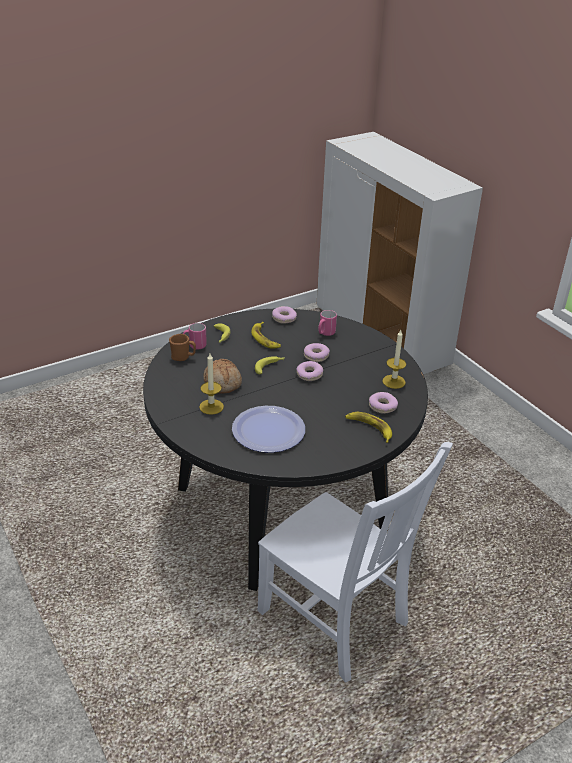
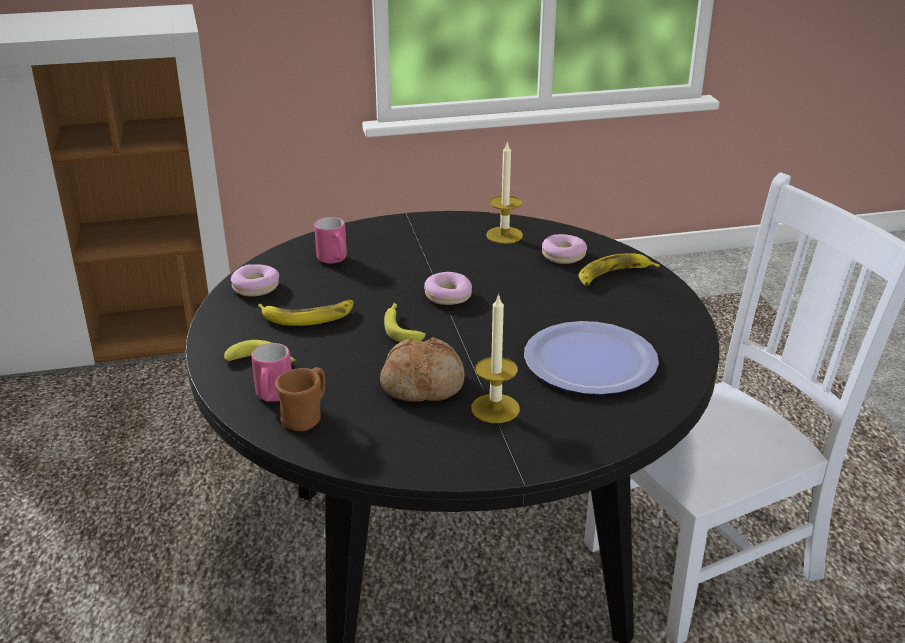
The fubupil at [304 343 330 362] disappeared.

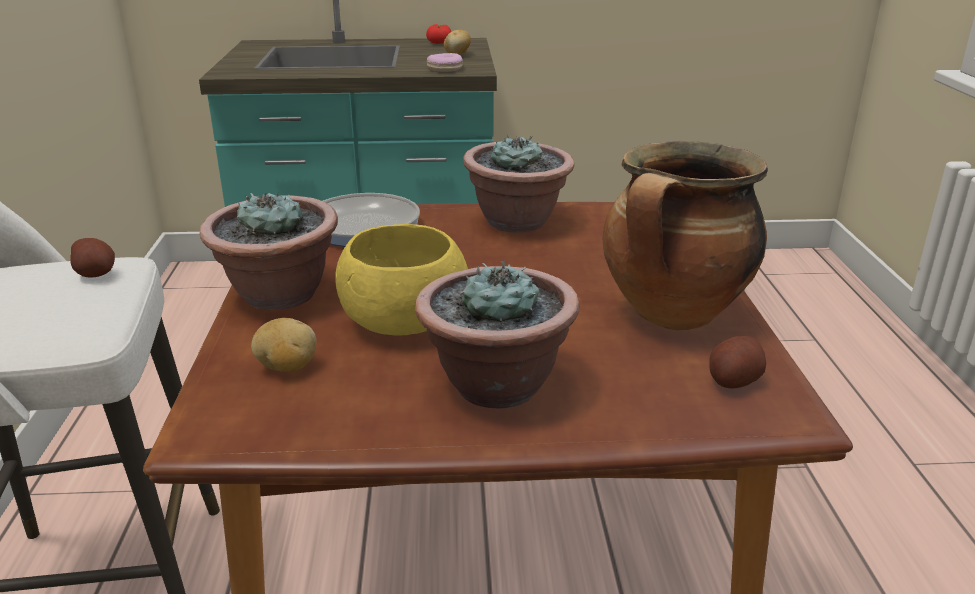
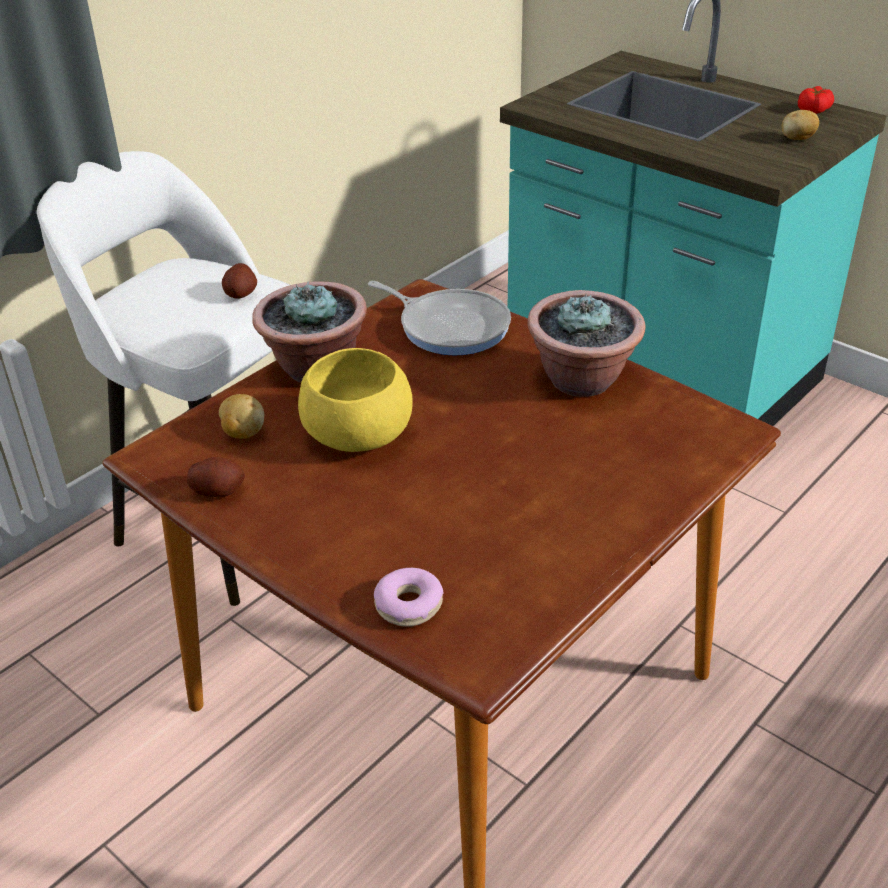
The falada at [415 260 579 408] disappeared. The fubupil moved from [427 53 463 72] to [374 568 443 627]. The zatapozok at [603 141 768 331] disappeared. The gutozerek moved from [709 336 766 389] to [187 457 245 497].

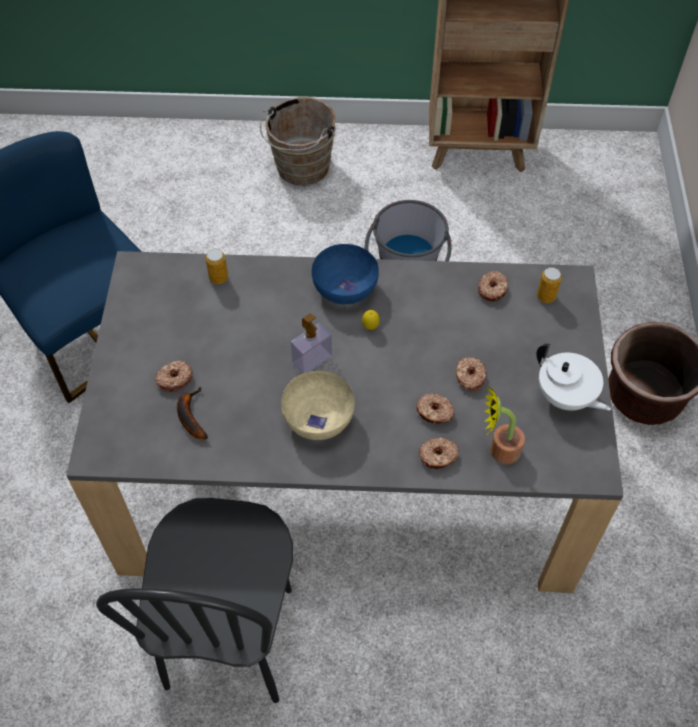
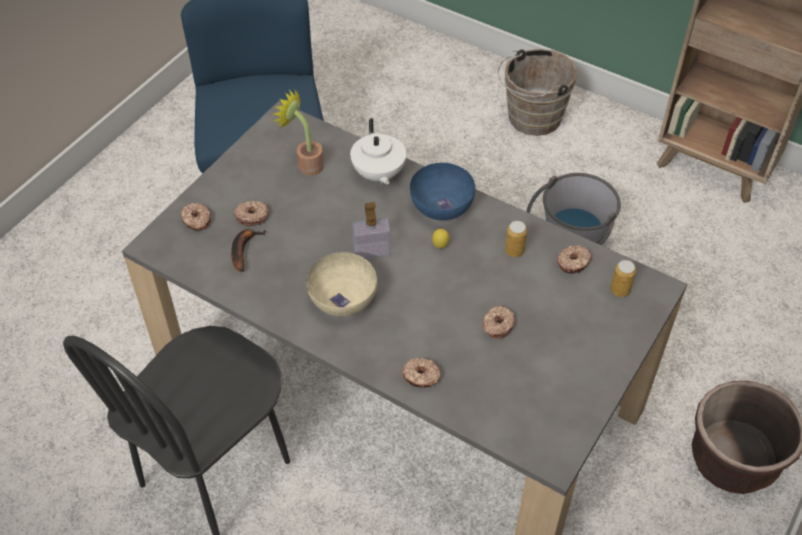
The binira moved from [206 249 228 284] to [505 221 527 257]. The fubupil moved from [416 393 454 424] to [180 203 211 230]. The falada moved from [484 385 525 464] to [274 88 324 176]. The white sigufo moved from [536 344 611 411] to [350 118 406 185].

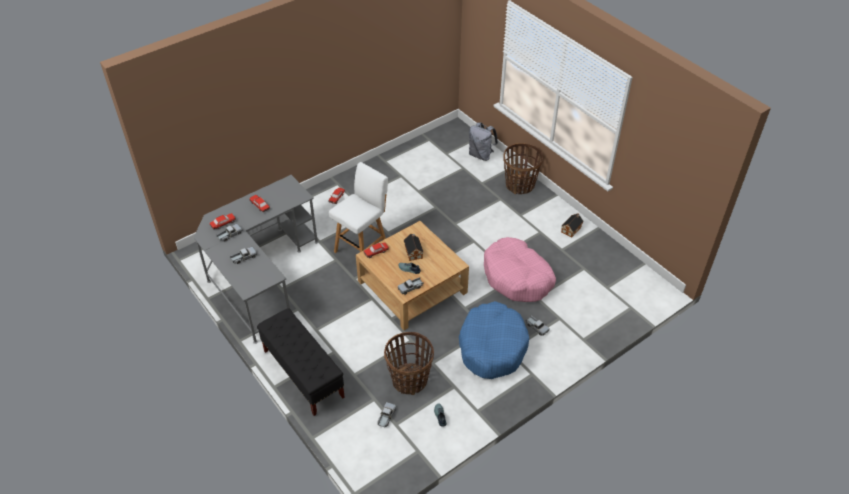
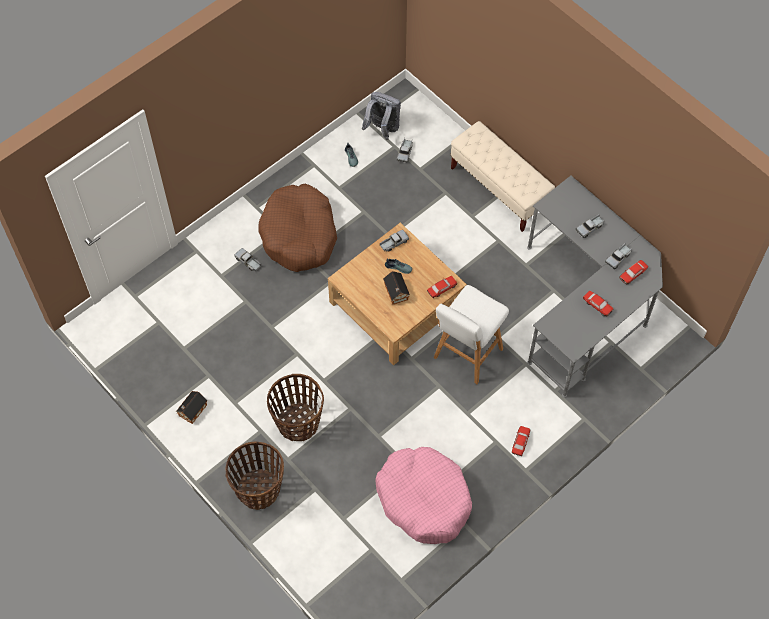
The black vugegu at [257 308 345 416] became the beige vugegu at [451 121 555 232]. The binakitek moved from [384 332 434 395] to [267 374 324 441]. The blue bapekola at [459 301 529 379] became the brown bapekola at [258 184 337 272]. The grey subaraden moved from [469 122 498 161] to [362 92 401 140]. The pink bapekola moved from [484 237 556 302] to [376 447 472 544].

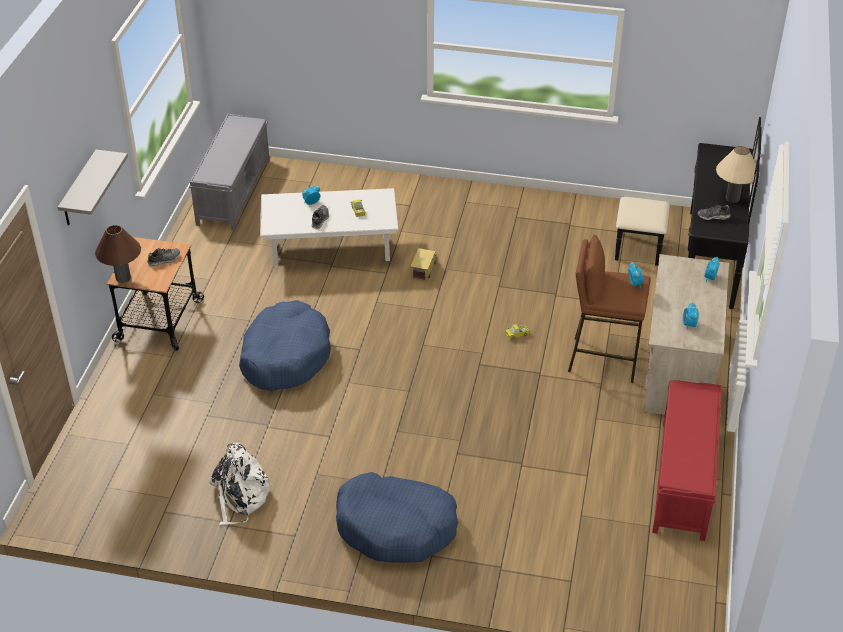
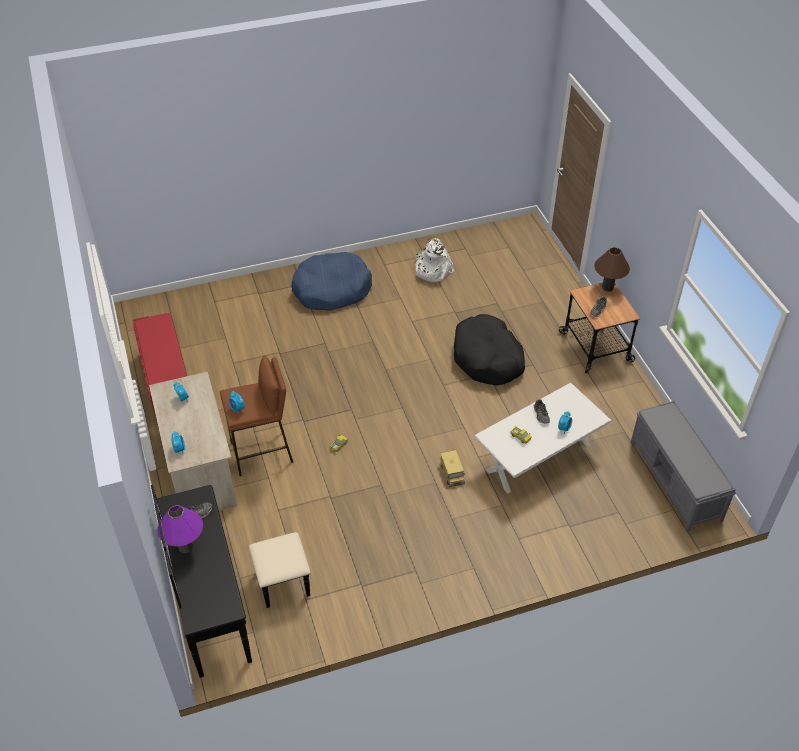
The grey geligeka at [58 150 128 225] disappeared. The blue bapekola at [239 300 331 391] became the black bapekola at [454 314 525 385]. The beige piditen at [716 146 760 203] became the purple piditen at [157 505 203 553].

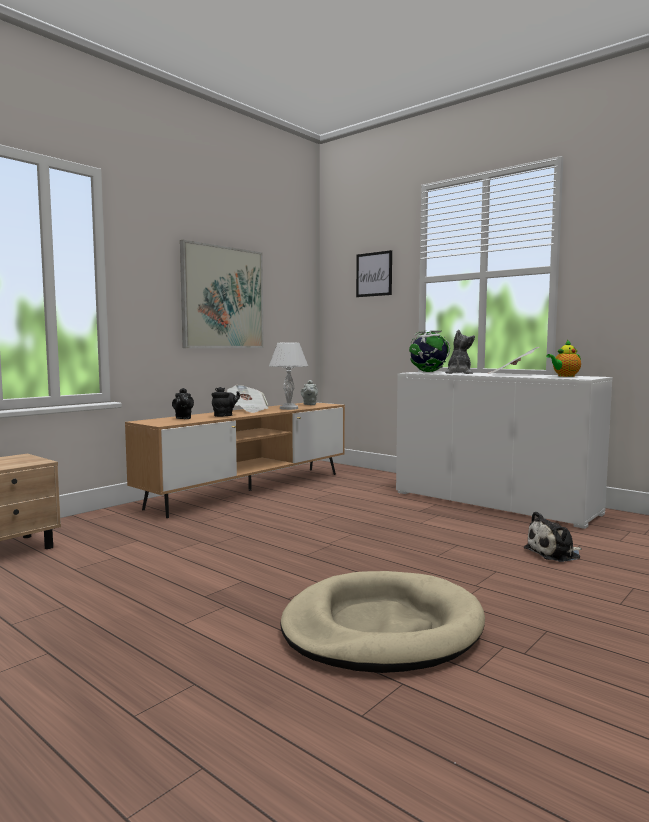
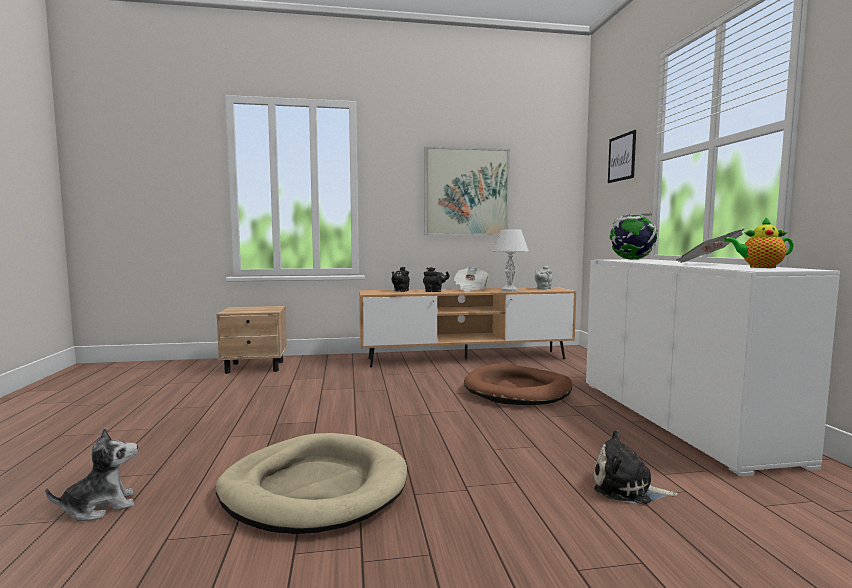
The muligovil moved from [445 330 475 374] to [45 427 138 521]. The brown bapekola at [464 363 572 405] appeared.

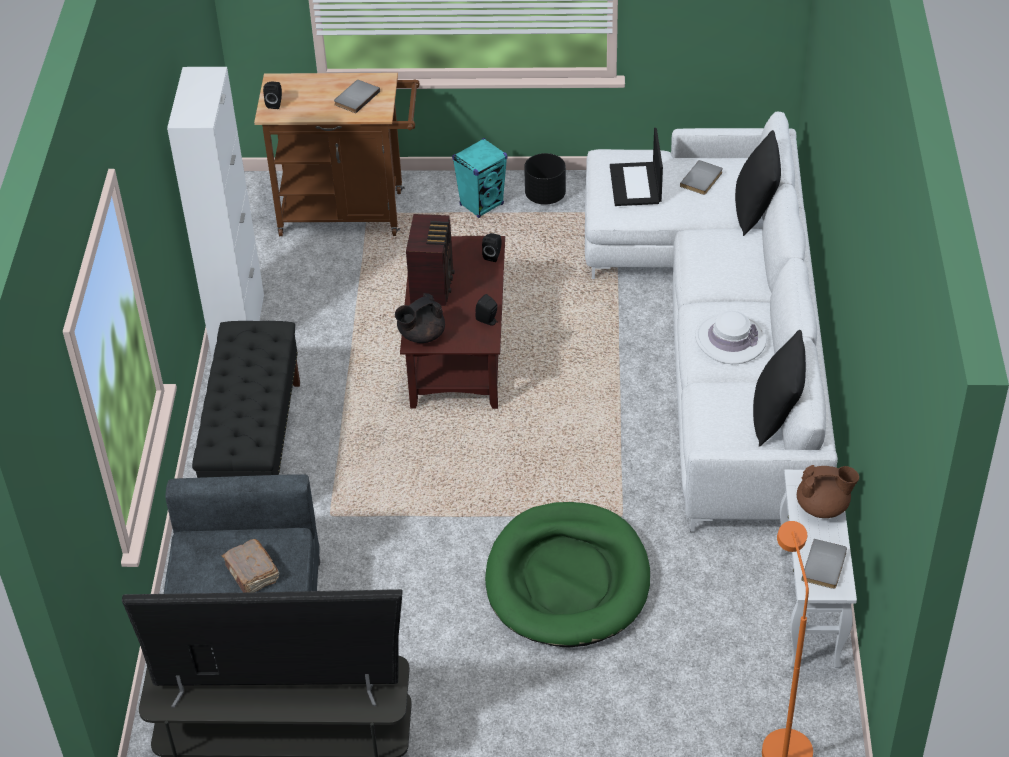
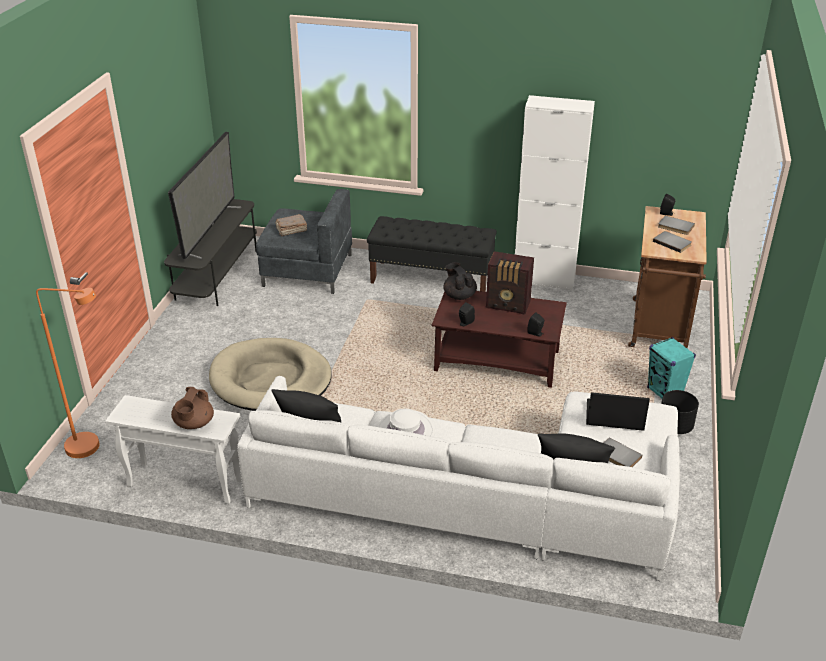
The green bapekola at [485 502 650 647] became the beige bapekola at [209 338 332 411]. The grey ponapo moved from [801 539 847 589] to [658 216 695 235].

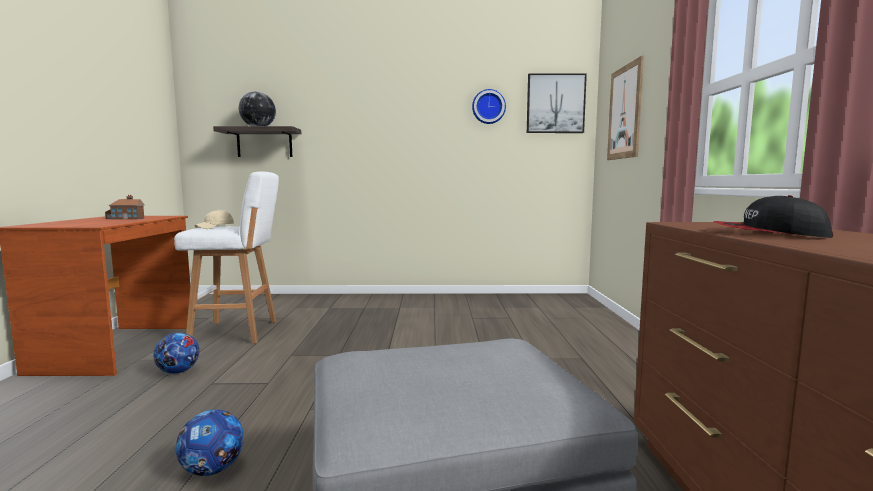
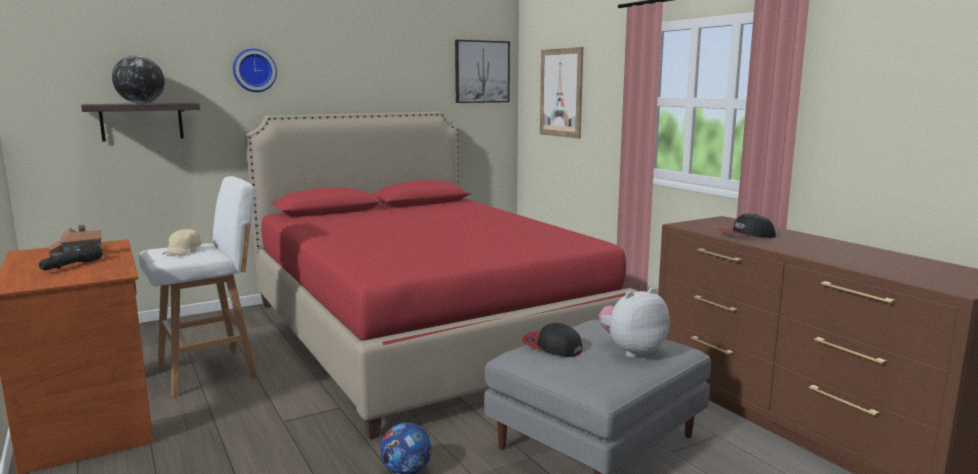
The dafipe at [153 333 199 374] disappeared. The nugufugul moved from [472 89 506 124] to [233 49 277 92]. The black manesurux at [39 243 103 270] appeared. The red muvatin at [245 112 638 440] appeared. The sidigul at [522 323 582 357] appeared. The muligovil at [599 288 670 358] appeared.

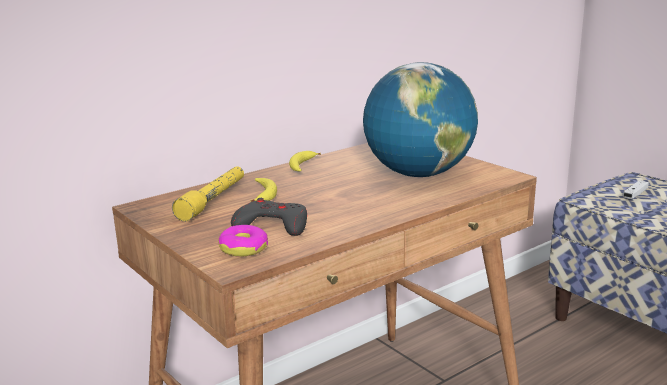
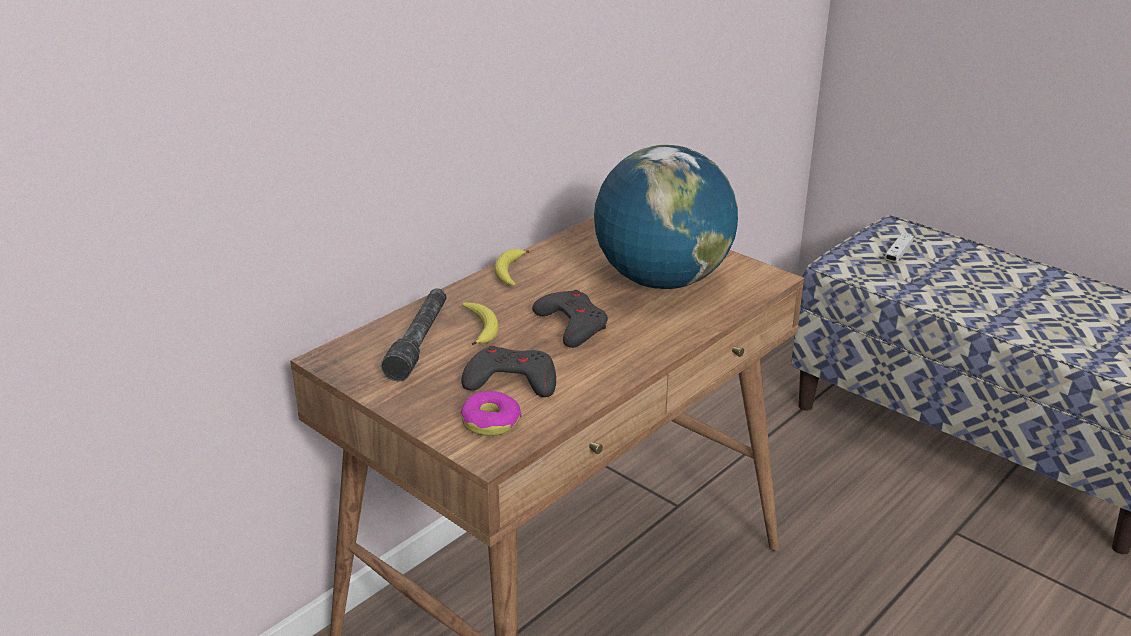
The yellow manesurux at [172 166 244 222] became the grey manesurux at [381 288 447 381]. The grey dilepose at [532 290 608 348] appeared.

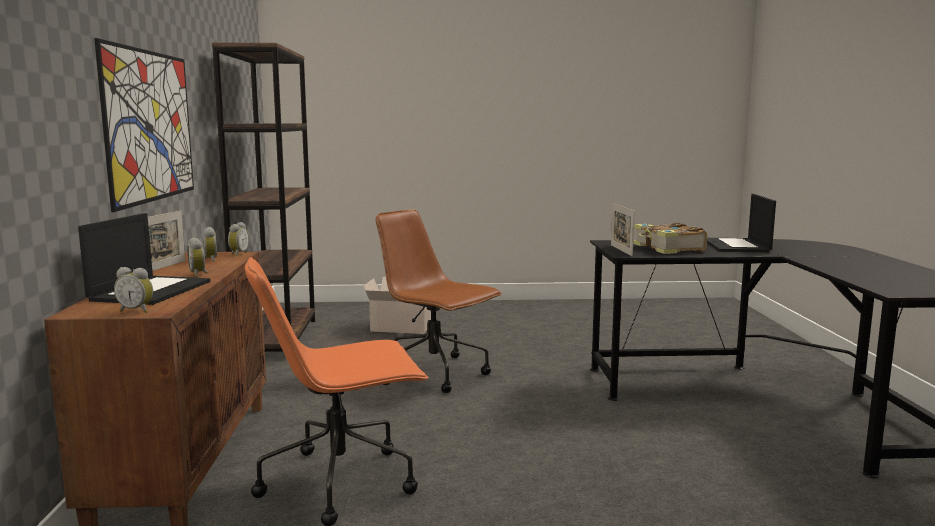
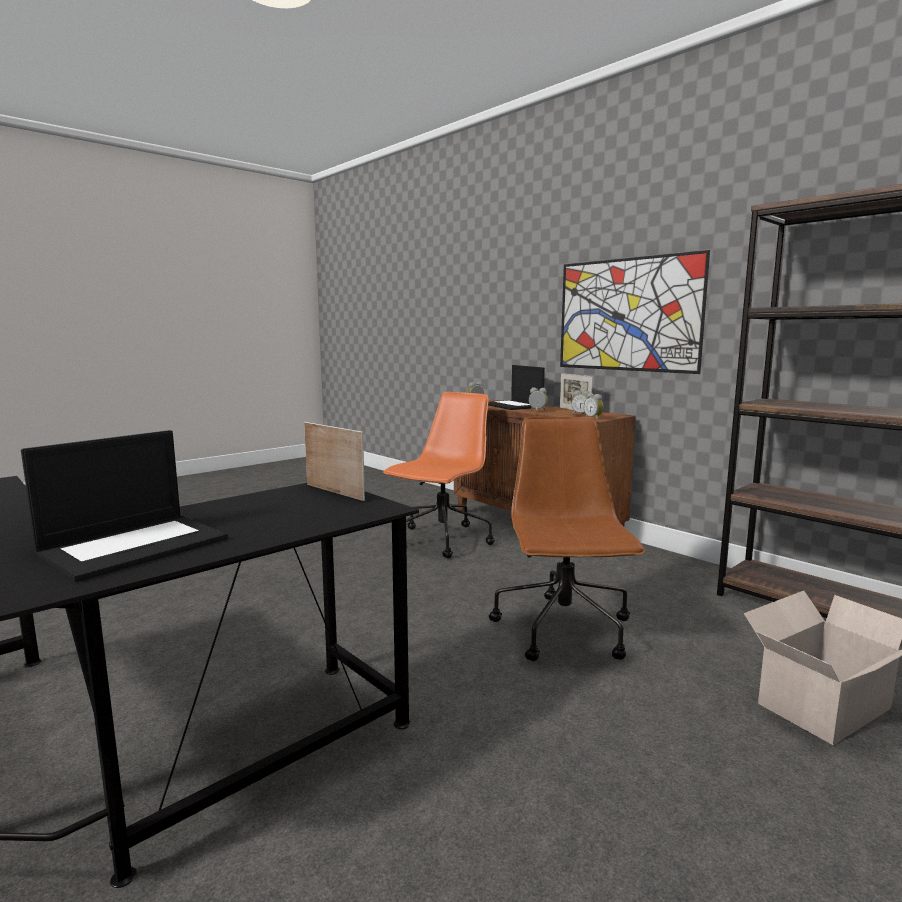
The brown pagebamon at [376 209 502 393] turned 90 degrees counterclockwise. The ponapo at [633 222 707 254] disappeared. The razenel at [707 194 776 252] turned 75 degrees clockwise.

